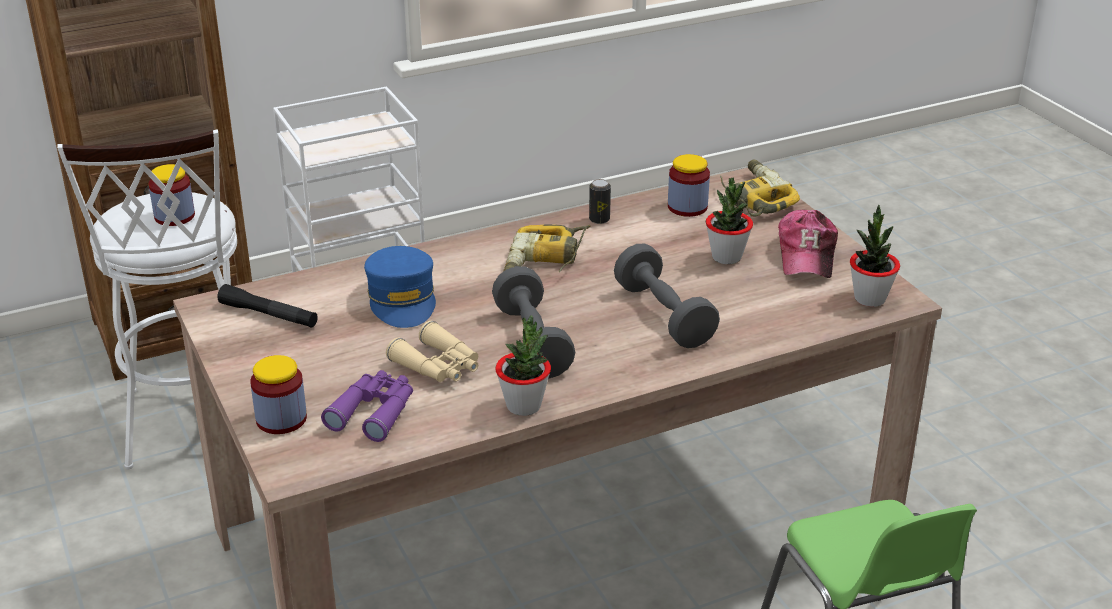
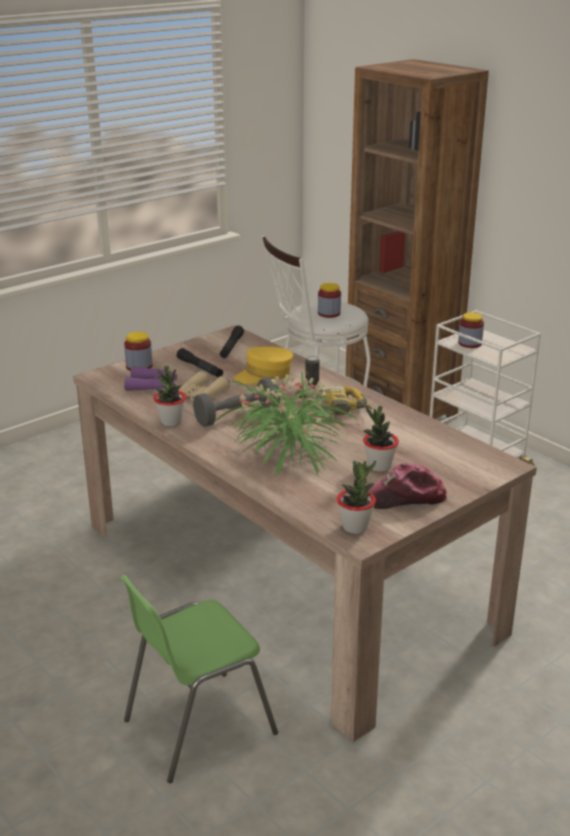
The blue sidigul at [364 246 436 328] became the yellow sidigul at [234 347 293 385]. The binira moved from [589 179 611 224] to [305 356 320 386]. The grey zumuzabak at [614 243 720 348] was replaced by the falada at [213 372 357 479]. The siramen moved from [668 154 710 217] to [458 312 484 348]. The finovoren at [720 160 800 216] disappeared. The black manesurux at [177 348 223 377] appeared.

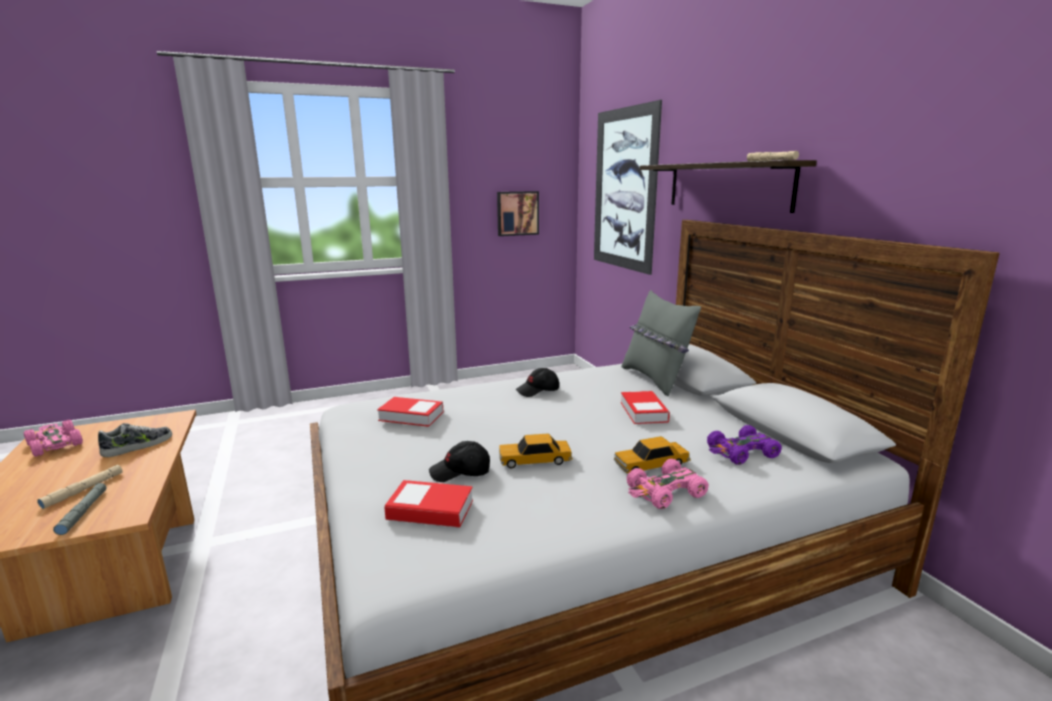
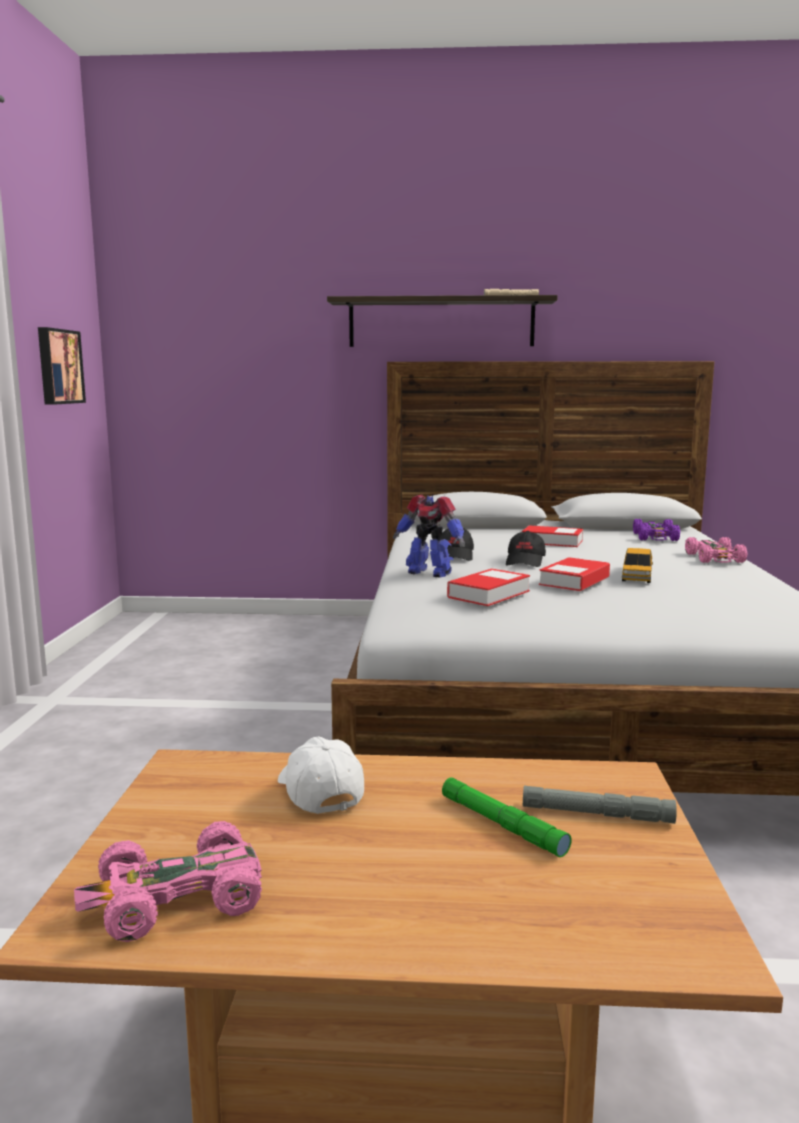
The beige manesurux at [37 465 123 509] became the green manesurux at [442 777 572 857]. The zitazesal at [98 423 172 457] was replaced by the white sidigul at [278 737 364 814]. The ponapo moved from [384 480 473 528] to [539 557 610 591]. The black sidigul moved from [429 441 490 482] to [506 531 546 567]. The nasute at [594 100 662 275] disappeared. The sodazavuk at [614 436 691 473] disappeared. The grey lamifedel at [622 290 701 396] disappeared. The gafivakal at [393 495 465 577] appeared.

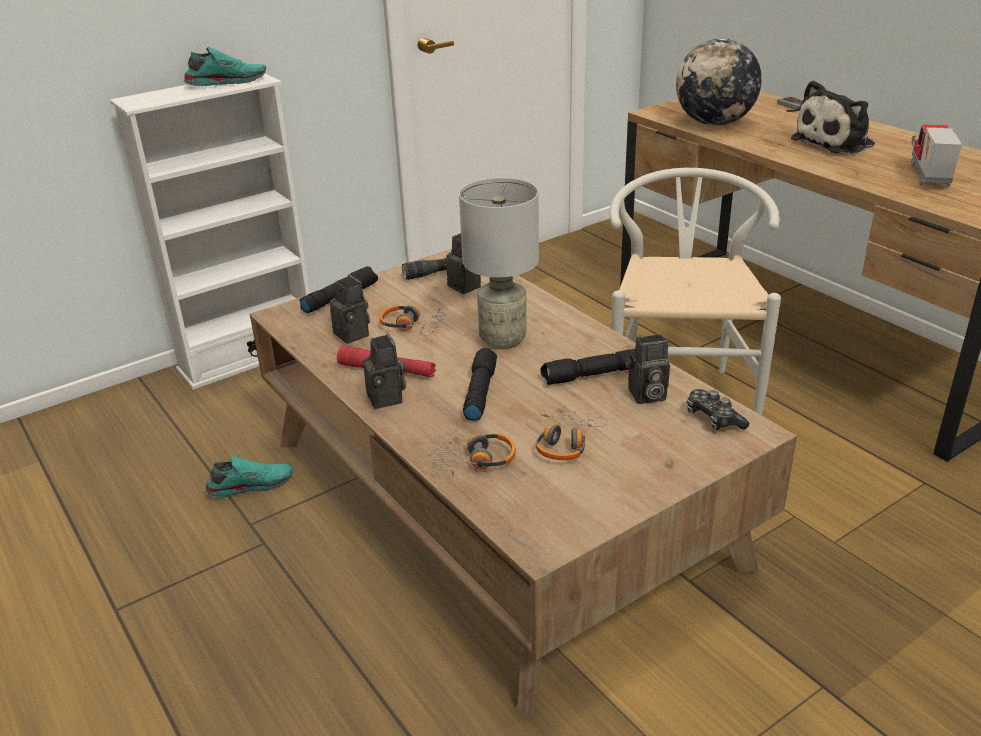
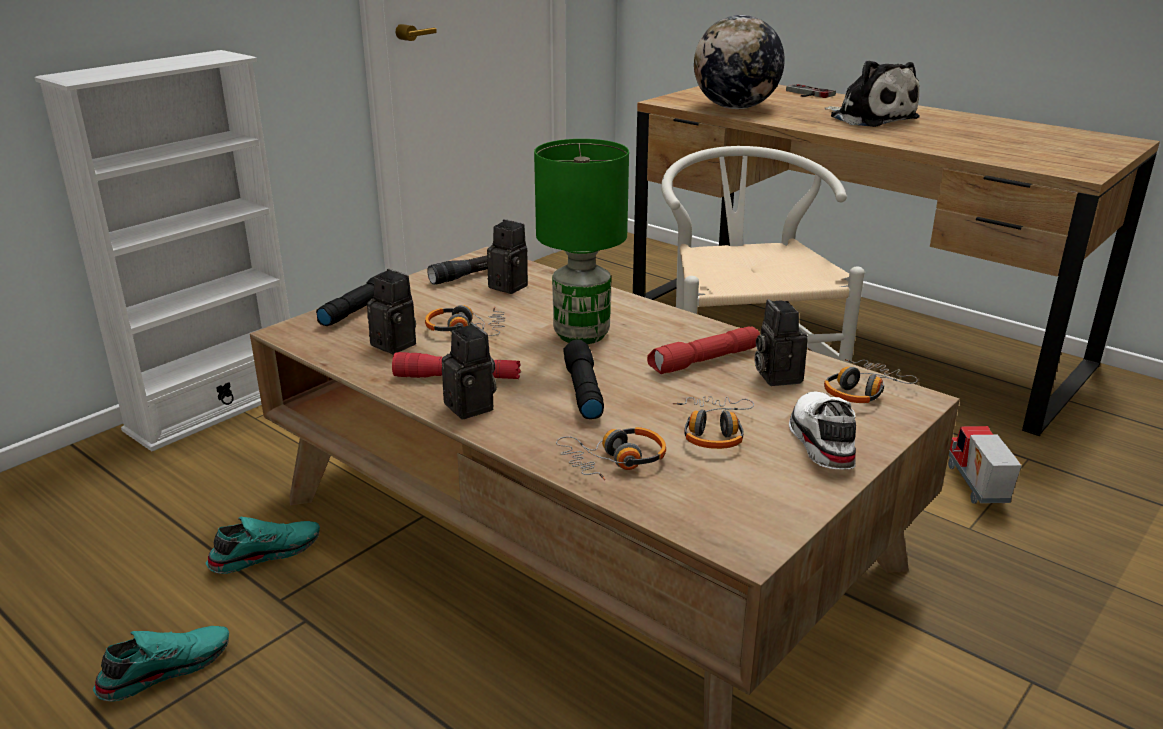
The turquoise zitazesal moved from [183 47 266 86] to [93 626 229 701]. The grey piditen at [459 178 539 349] became the green piditen at [534 139 629 344]. The black manesurux at [541 349 635 385] became the red manesurux at [647 326 760 374]. The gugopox at [625 334 670 404] turned 105 degrees clockwise. The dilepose at [687 389 749 430] was replaced by the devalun at [824 359 918 403]. The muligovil at [791 80 875 154] turned 75 degrees counterclockwise. The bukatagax moved from [911 124 962 187] to [948 426 1021 504]. The white zitazesal at [789 391 856 470] appeared.

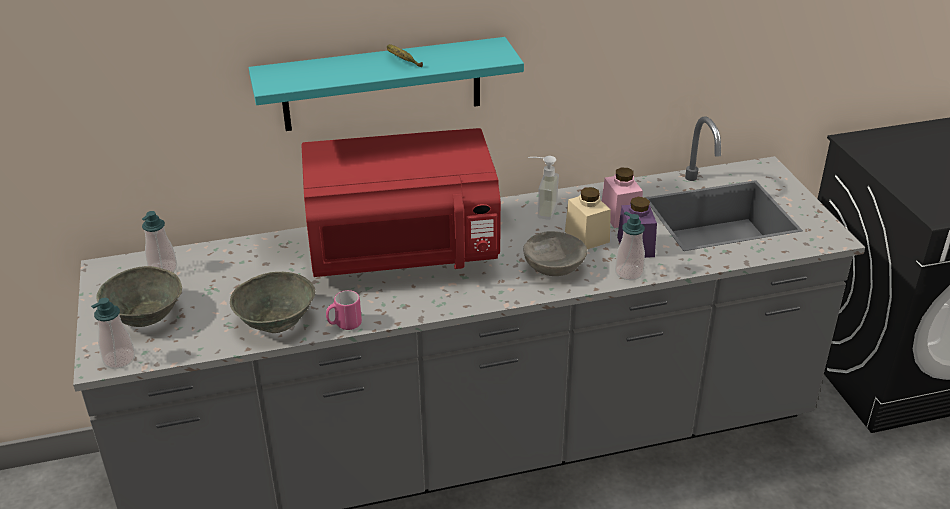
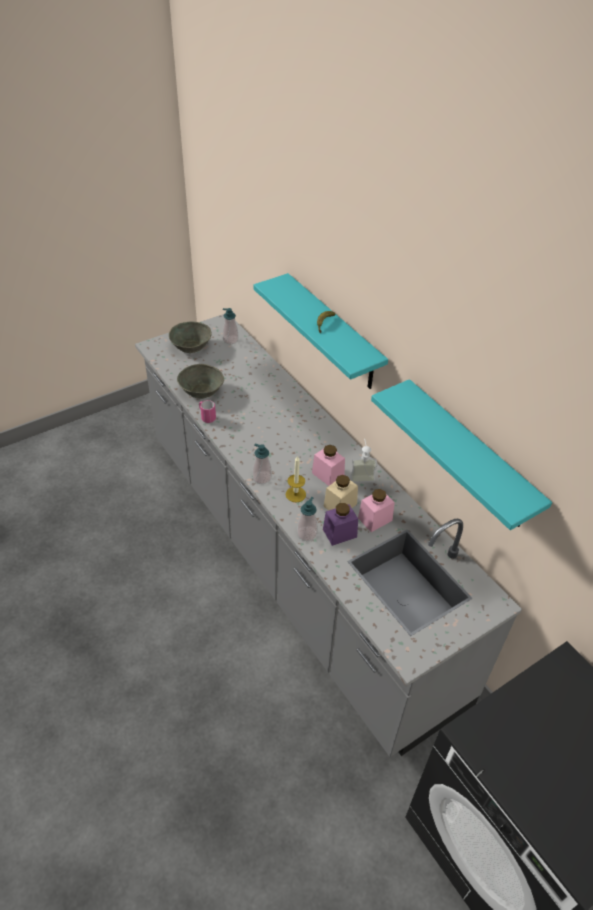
The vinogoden moved from [91 298 135 369] to [252 443 272 484]. The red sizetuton at [301 128 501 277] disappeared. The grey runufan at [523 231 587 276] was replaced by the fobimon at [286 456 306 502]. The pink siramen at [312 445 345 486] appeared. The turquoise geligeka at [371 379 552 530] appeared.

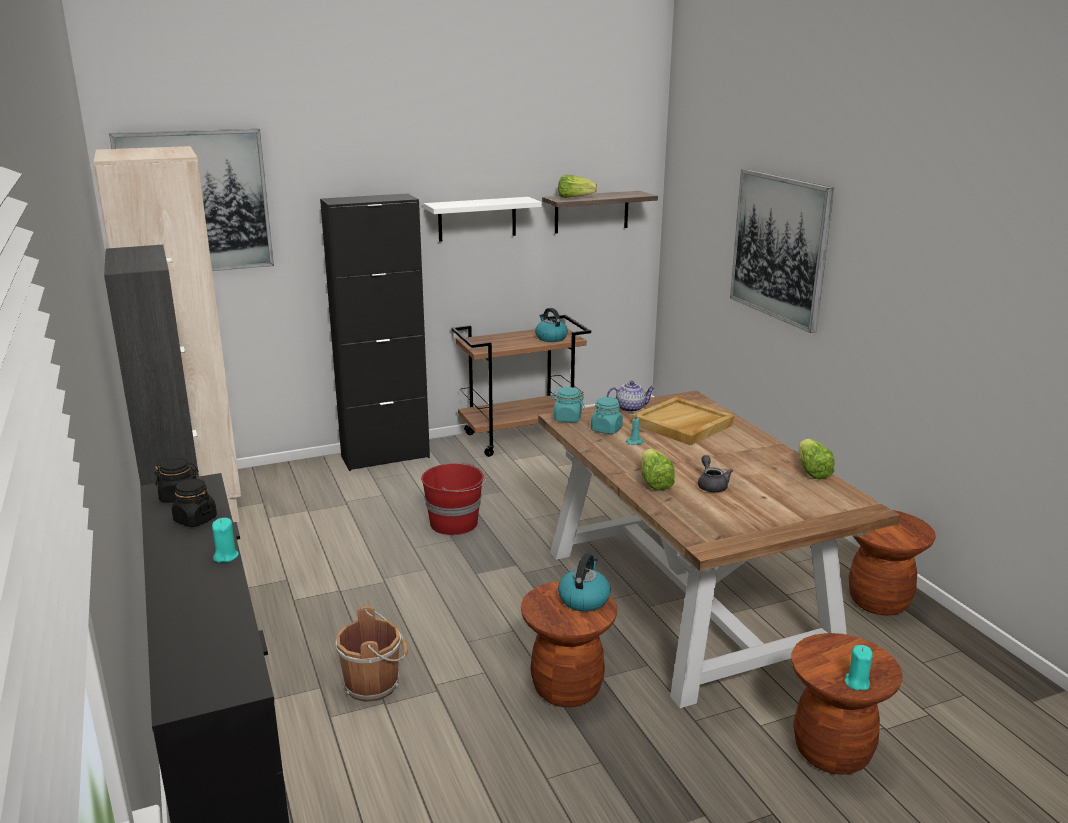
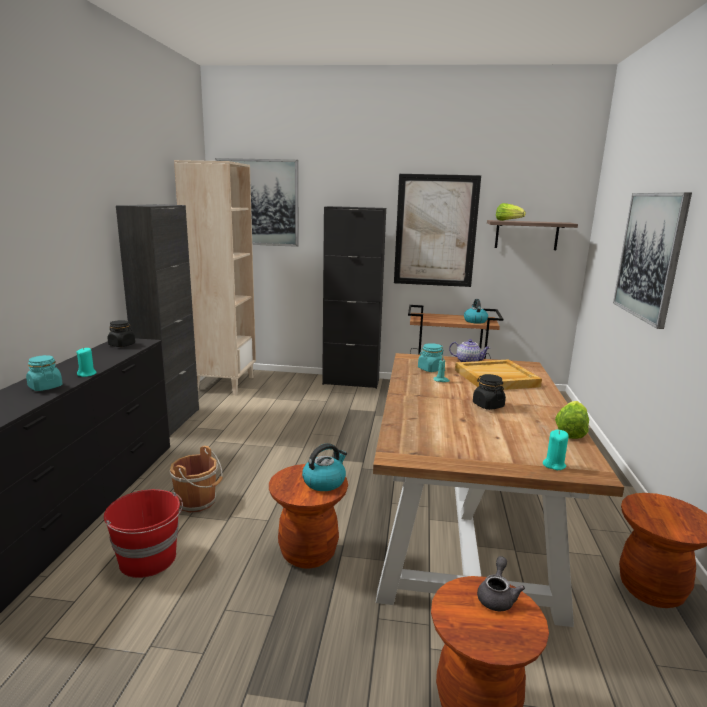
The black siramen moved from [172 479 217 527] to [473 374 506 410]. The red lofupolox moved from [421 462 487 535] to [104 489 183 578]. The white geligeka at [424 197 542 242] was replaced by the nasute at [394 174 481 287]. The turquoise siramen moved from [551 387 585 422] to [26 355 63 391]. The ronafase at [641 449 675 491] disappeared. The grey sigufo moved from [698 455 733 492] to [477 556 525 611]. The turquoise fobimon moved from [845 645 873 690] to [543 430 569 470].

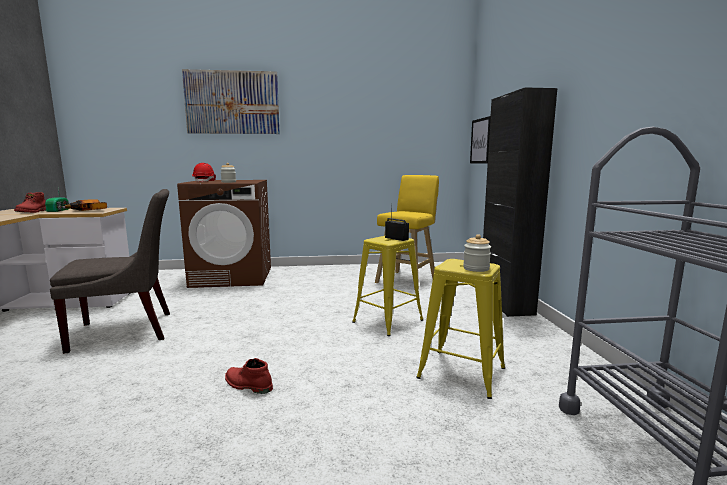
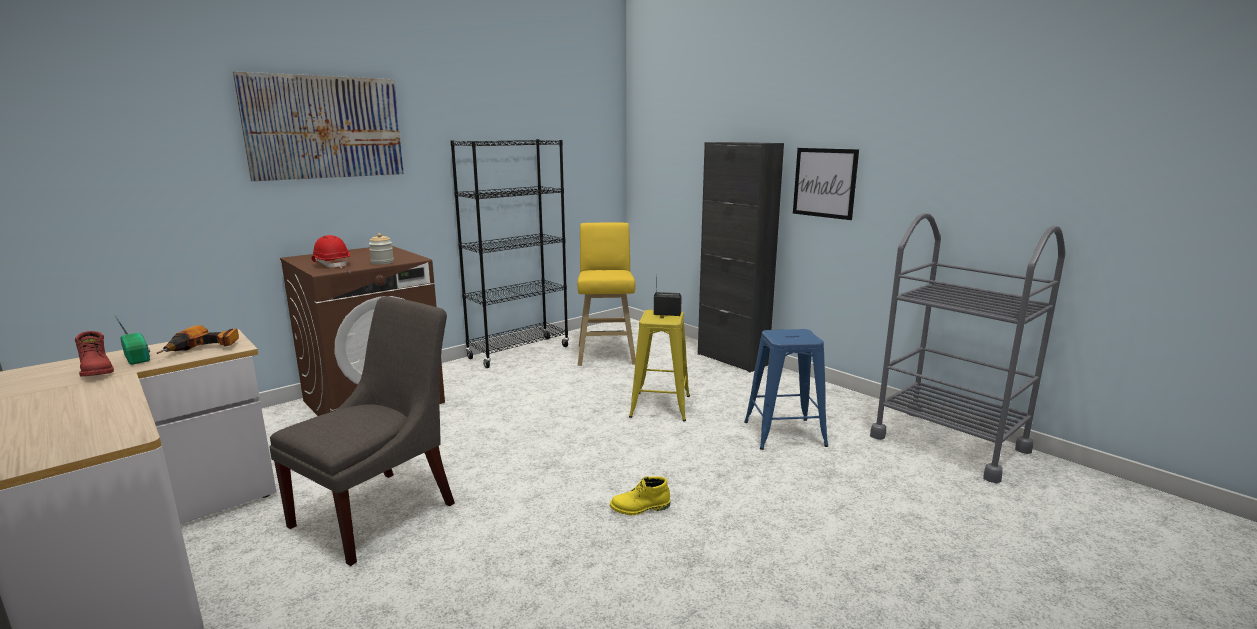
The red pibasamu at [225 358 273 394] became the yellow pibasamu at [610 476 670 515]. The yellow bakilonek at [416 259 505 399] became the blue bakilonek at [744 329 828 450]. The siramen at [463 234 491 272] disappeared. The nasute moved from [470 116 491 164] to [793 148 859 220]. The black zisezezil at [450 139 569 368] appeared.

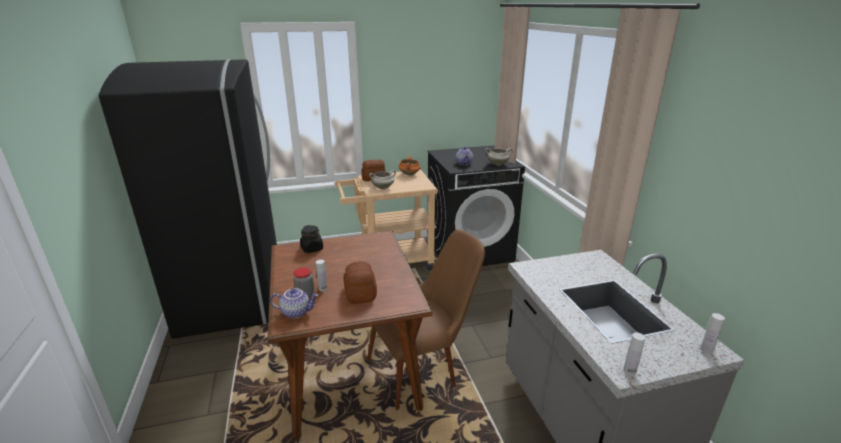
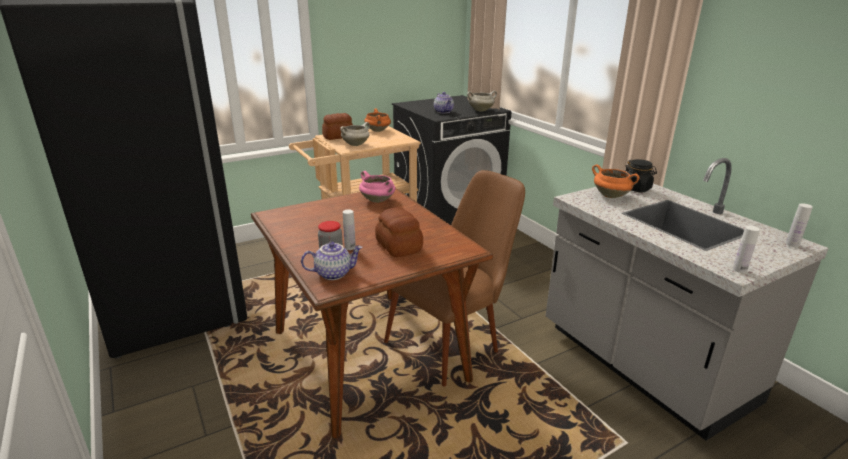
The black siramen moved from [300 225 323 253] to [625 159 657 192]. The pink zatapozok at [359 171 395 203] appeared. The orange zatapozok at [592 165 639 198] appeared.

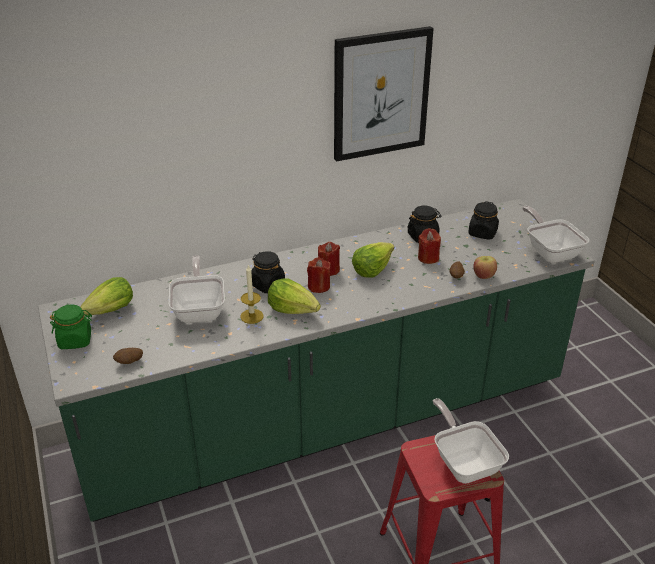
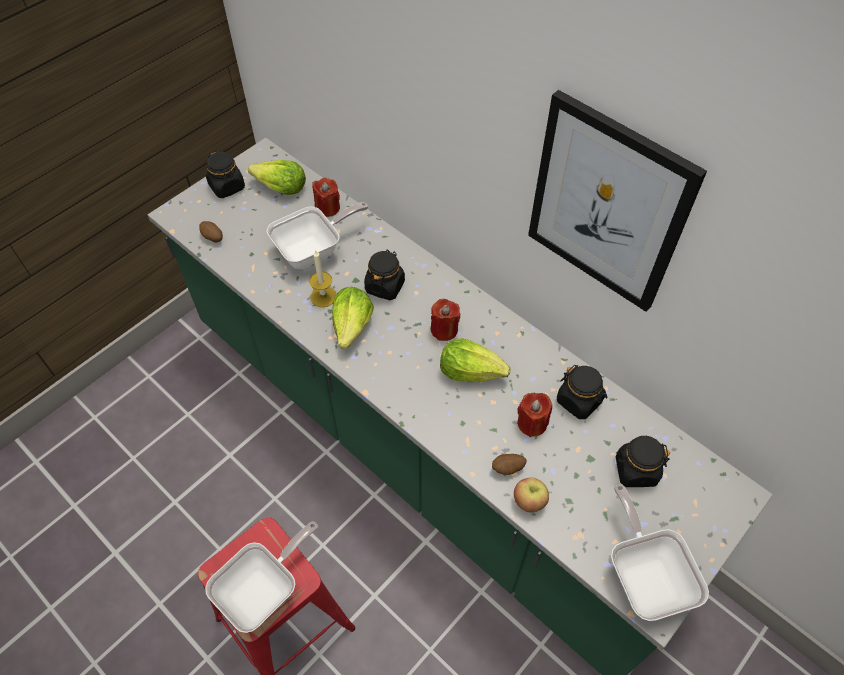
The green siramen at [50 304 92 349] became the black siramen at [206 150 245 198]. The red fobimon moved from [307 257 331 293] to [312 178 340 217]. The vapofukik at [522 206 589 263] turned 60 degrees counterclockwise.

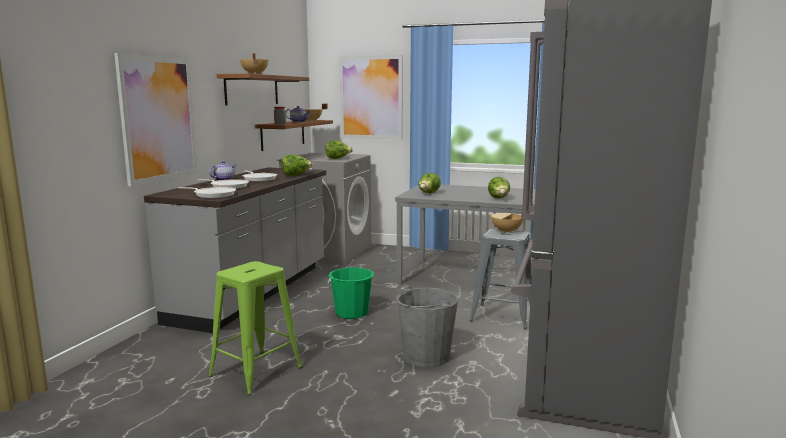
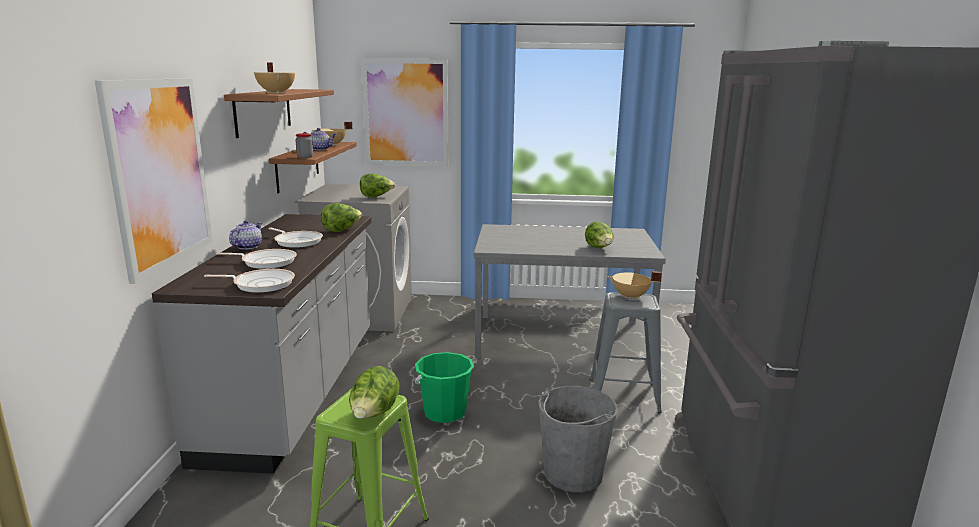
The ronafase moved from [418 173 441 193] to [349 366 400 419].

